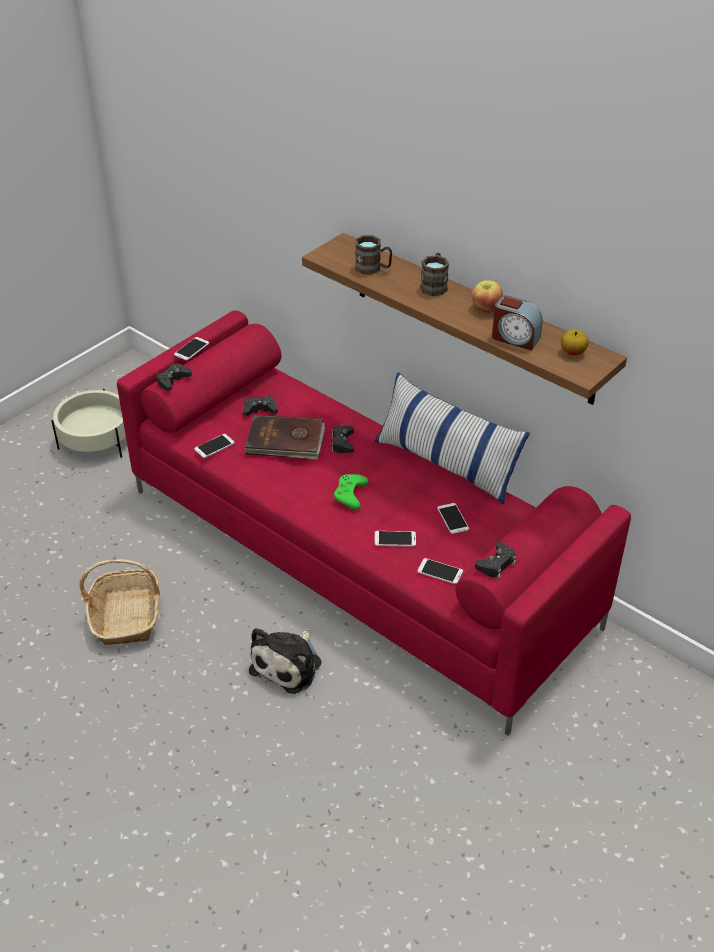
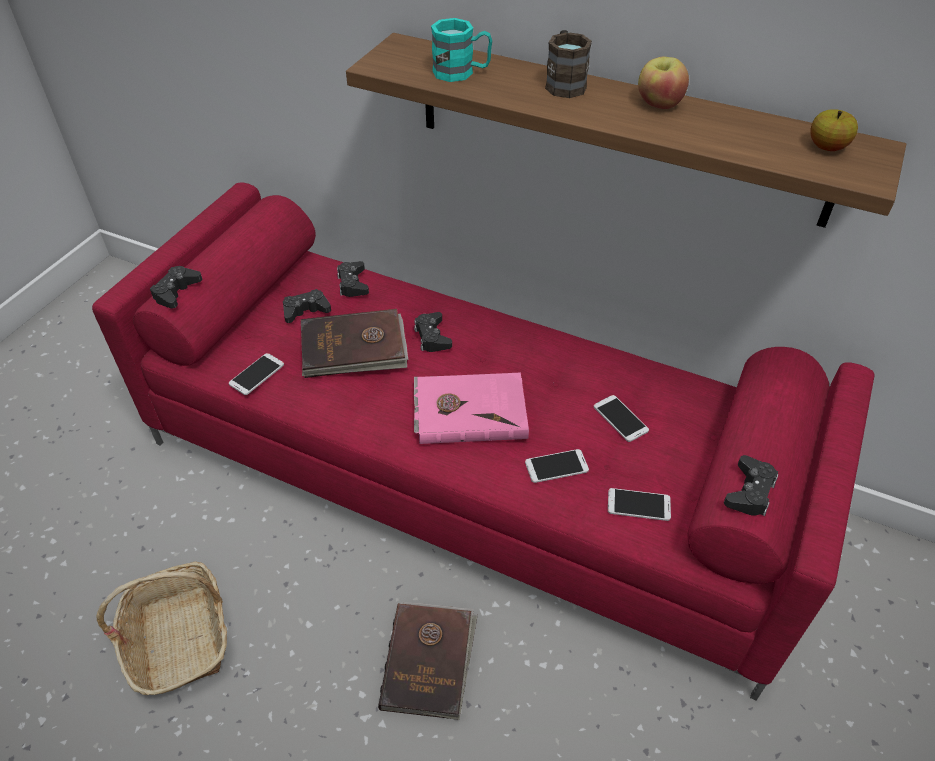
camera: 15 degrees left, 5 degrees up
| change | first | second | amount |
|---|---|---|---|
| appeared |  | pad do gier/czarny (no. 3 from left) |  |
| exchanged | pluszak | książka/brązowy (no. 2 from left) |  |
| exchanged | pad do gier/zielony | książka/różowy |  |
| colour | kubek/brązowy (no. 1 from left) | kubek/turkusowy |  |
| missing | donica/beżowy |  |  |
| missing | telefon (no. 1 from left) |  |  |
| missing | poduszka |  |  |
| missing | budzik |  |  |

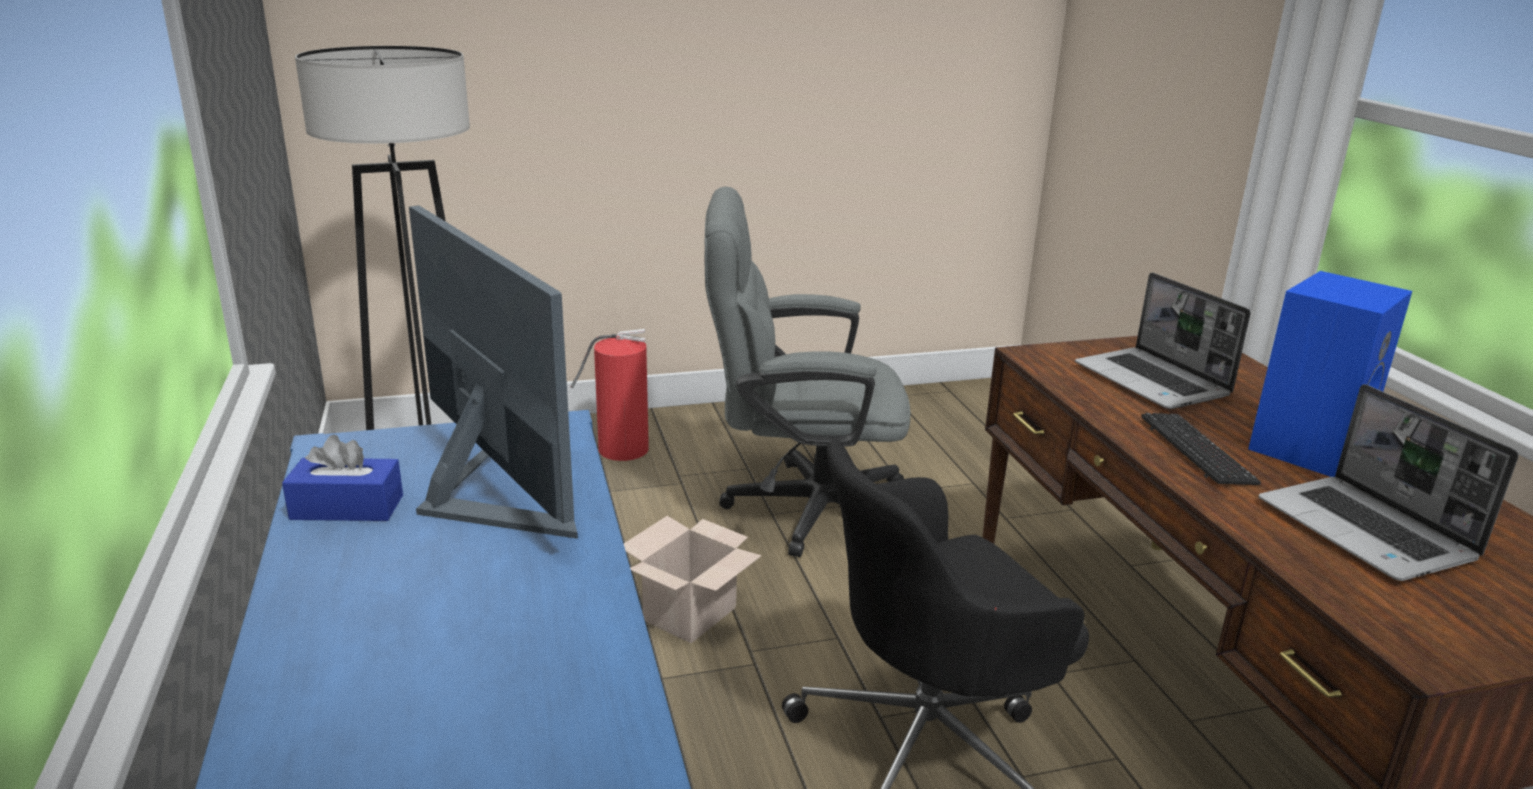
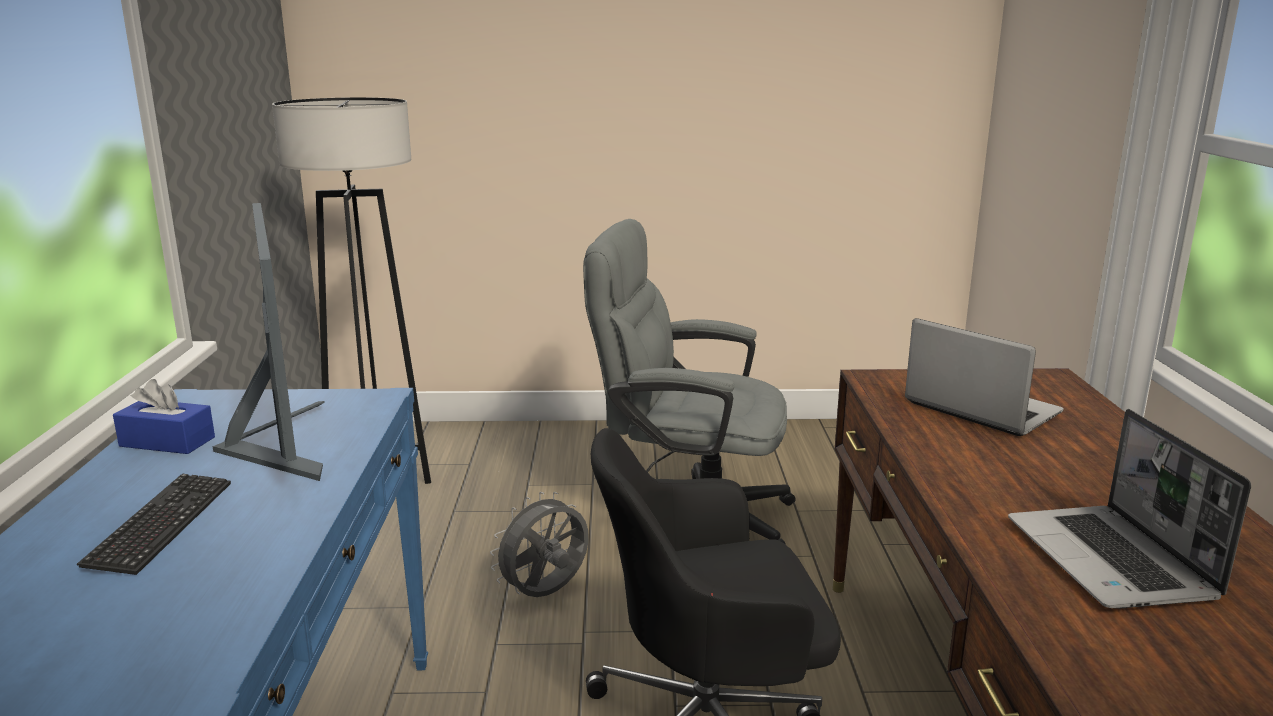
camera: 15 degrees right, 5 degrees down
| change | first | second | amount |
|---|---|---|---|
| relocated | klawiatura |  |  |
| exchanged | karton | wentylator/szary |  |
| spun | laptop (no. 1 from left) |  | 150 degrees clockwise |
| missing | gaśnica |  |  |
| missing | głośnik/niebieski |  |  |

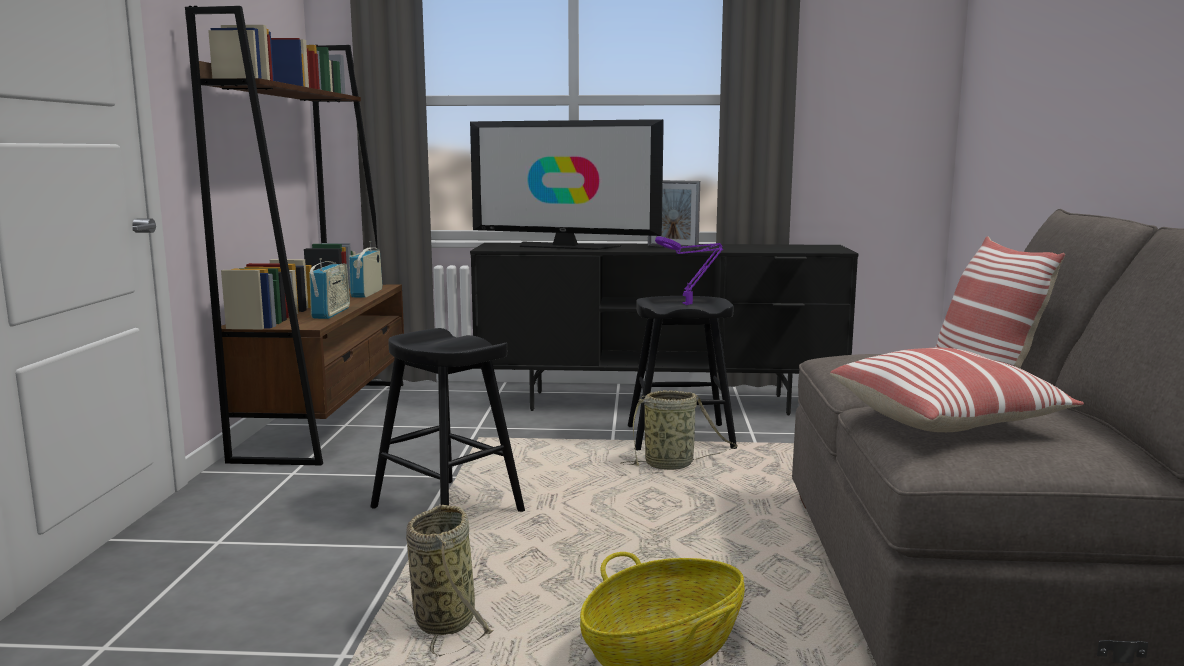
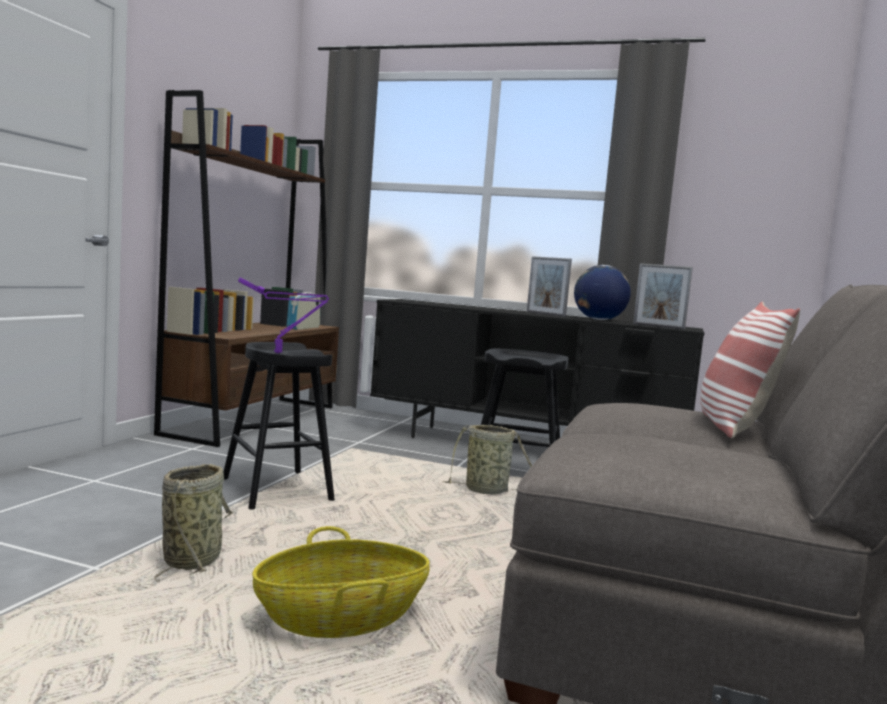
camera: 15 degrees right, 5 degrees down
| change | first | second | amount |
|---|---|---|---|
| relocated | lampa stołowa/fioletowy |  |  |
| appeared |  | globus |  |
| appeared |  | ramka na zdjęcie (no. 2 from left) |  |
| missing | radio (no. 1 from left) |  |  |
| missing | telewizor |  |  |
| missing | poduszka (no. 1 from left) |  |  |

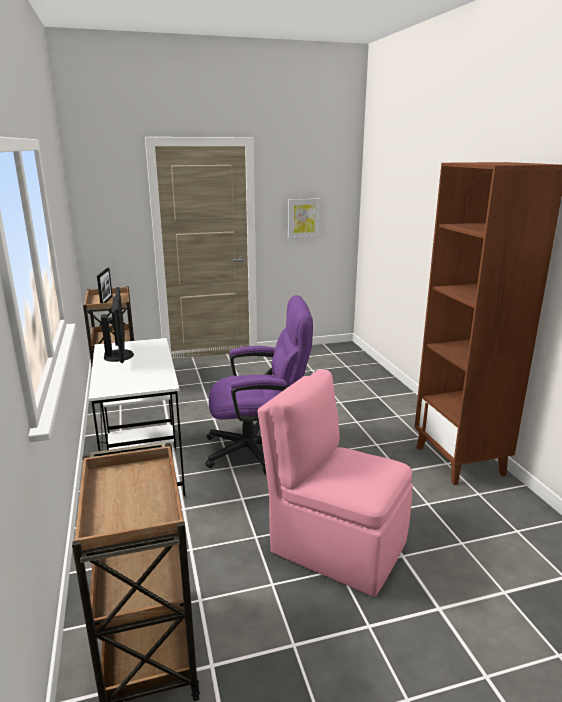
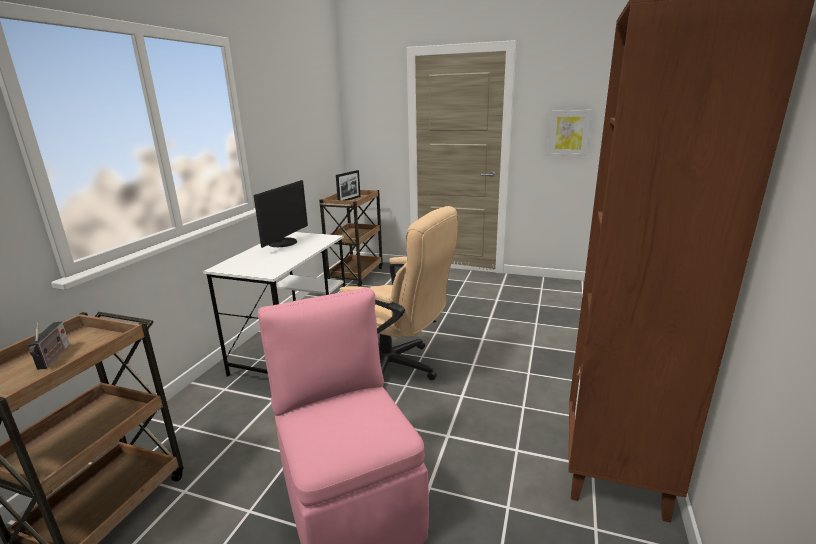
camera: 35 degrees right, 0 degrees up
| change | first | second | amount |
|---|---|---|---|
| appeared |  | radio |  |
| colour | krzesło biurowe/fioletowy | krzesło biurowe/beżowy |  |

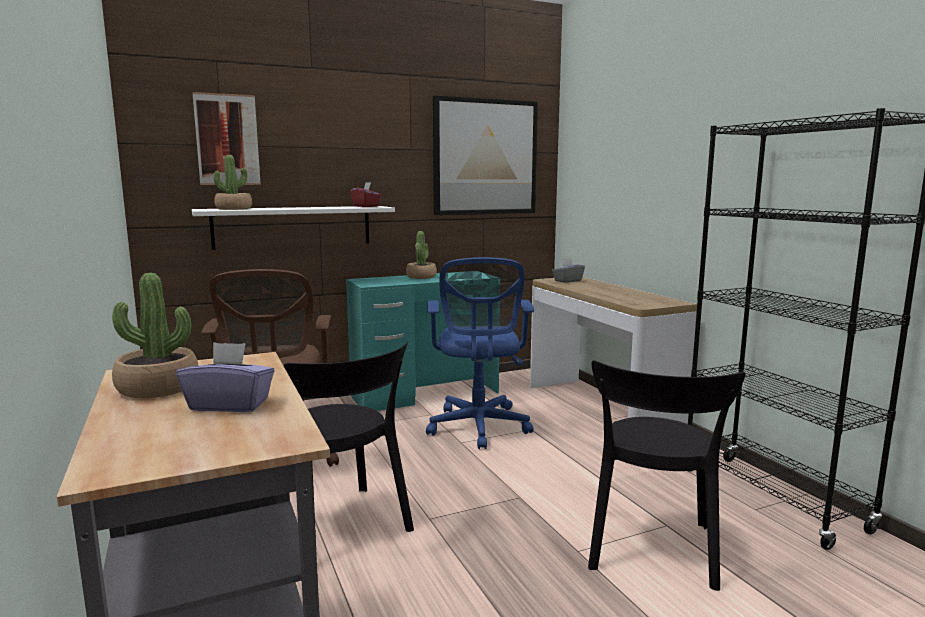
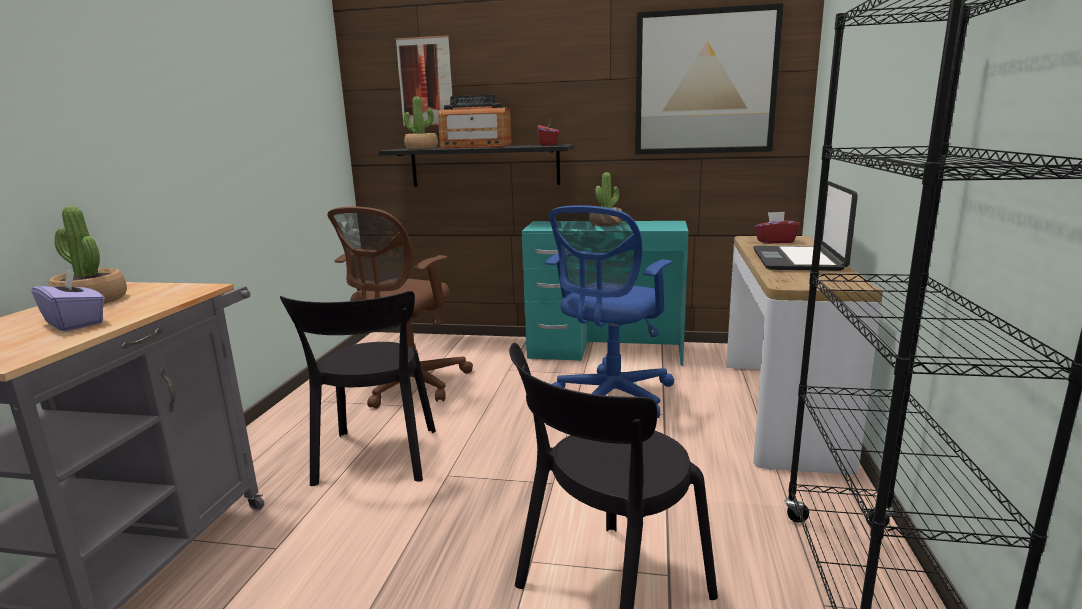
camera: 35 degrees right, 5 degrees up
| change | first | second | amount |
|---|---|---|---|
| colour | półka/biały | półka/czarny |  |
| appeared |  | radio |  |
| appeared |  | laptop |  |
| colour | pudełko chusteczek/szary | pudełko chusteczek/czerwony (no. 2 from left) |  |

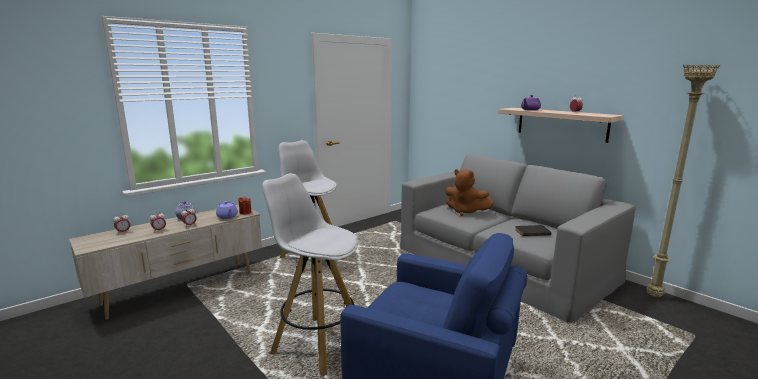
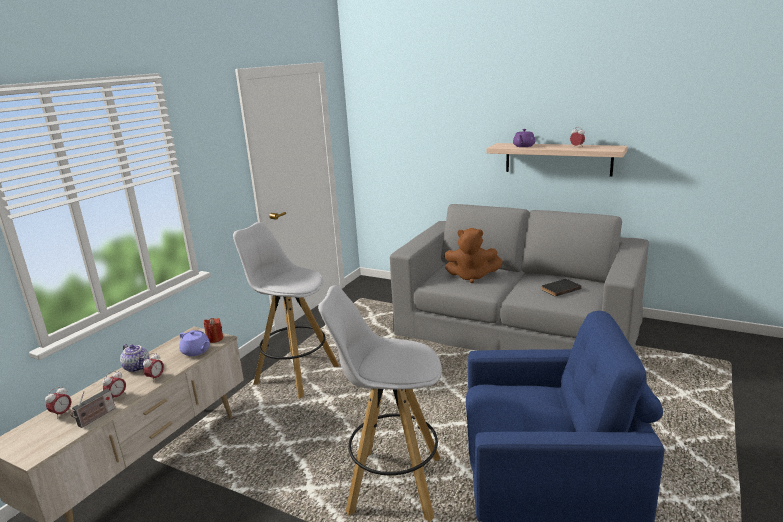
camera: 20 degrees left, 5 degrees up
| change | first | second | amount |
|---|---|---|---|
| appeared |  | radio |  |
| missing | lampa stojąca/beżowy |  |  |

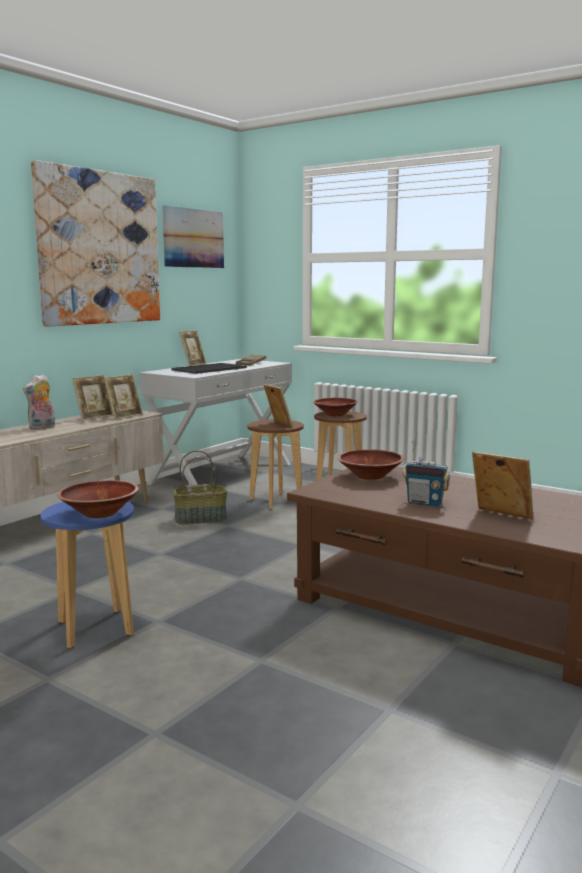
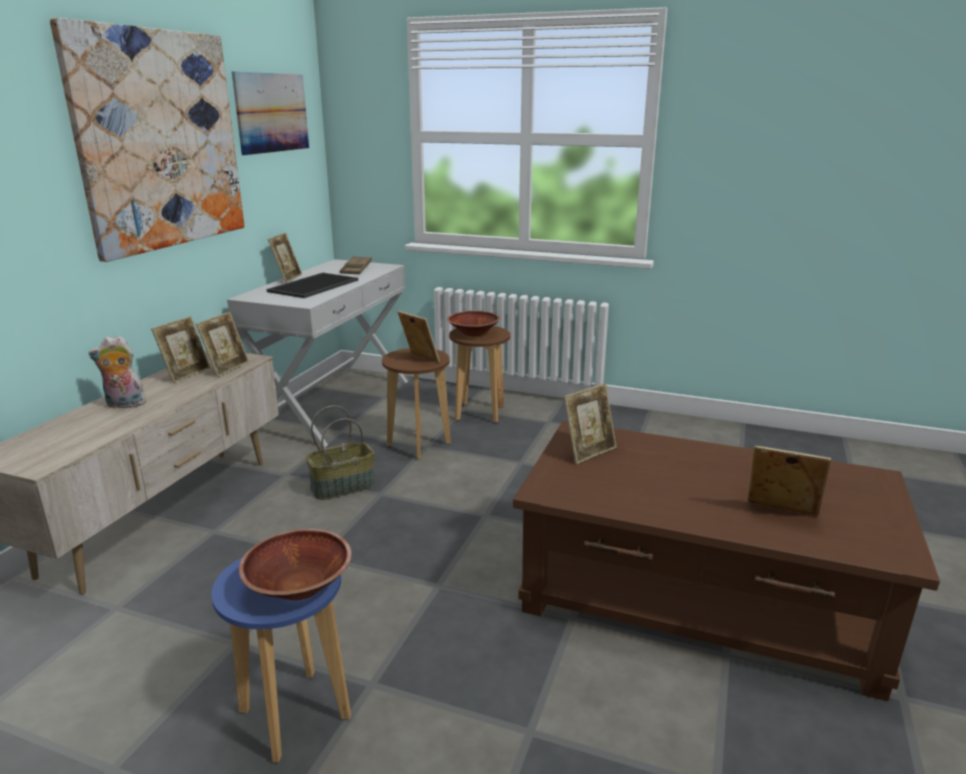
camera: 15 degrees left, 10 degrees up
| change | first | second | amount |
|---|---|---|---|
| spun | pluszak |  | 60 degrees clockwise |
| exchanged | miska/brązowy (no. 3 from left) | ramka na zdjęcie (no. 5 from left) |  |
| missing | radio |  |  |

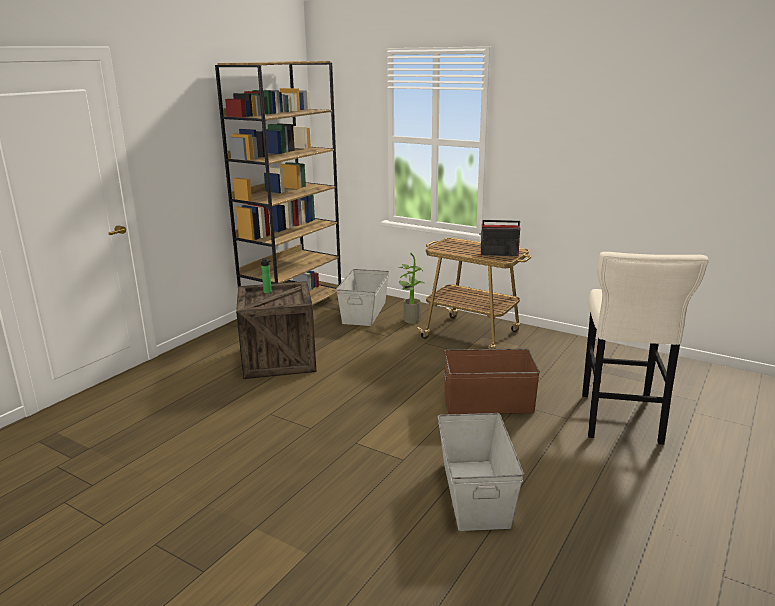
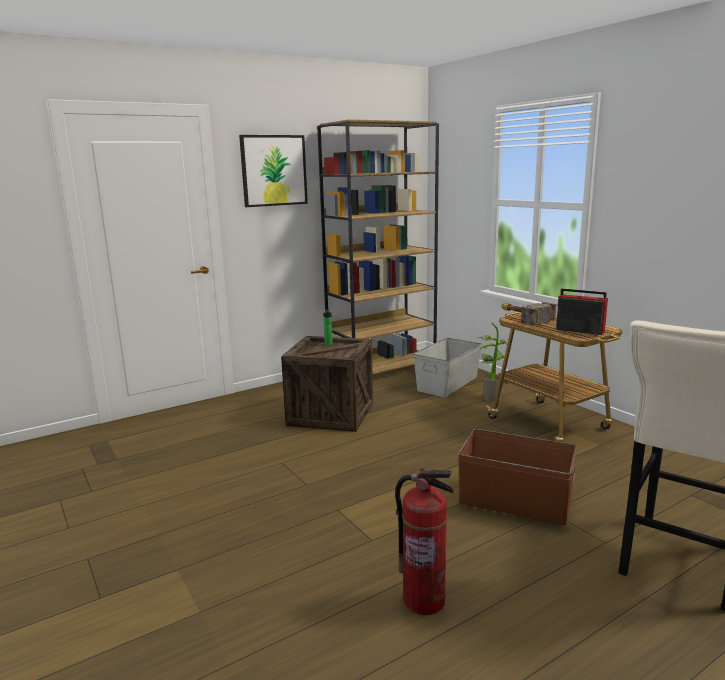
camera: 25 degrees right, 5 degrees down
| change | first | second | amount |
|---|---|---|---|
| appeared |  | obraz |  |
| exchanged | pojemnik do przechowywania/szary (no. 2 from left) | gaśnica |  |
| appeared |  | młotek |  |

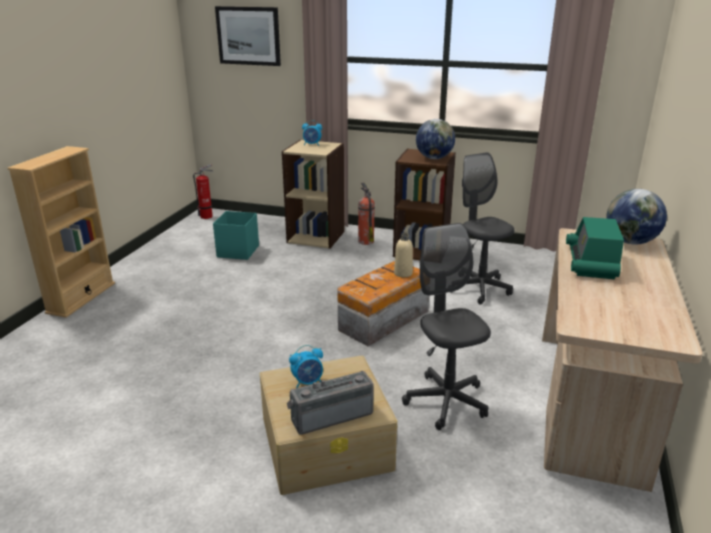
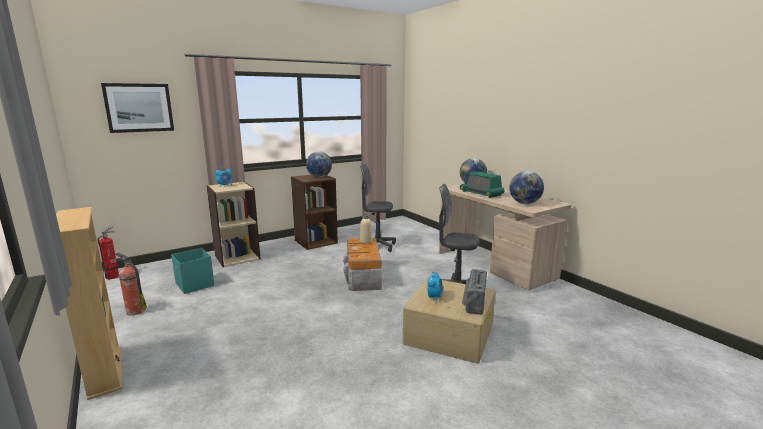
camera: 50 degrees left, 10 degrees down
| change | first | second | amount |
|---|---|---|---|
| relocated | gaśnica (no. 2 from left) |  |  |
| appeared |  | globus (no. 3 from left) |  |

